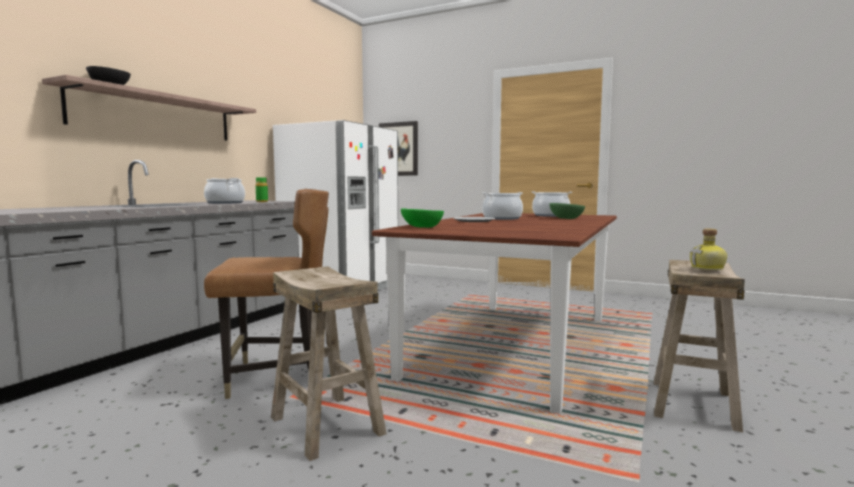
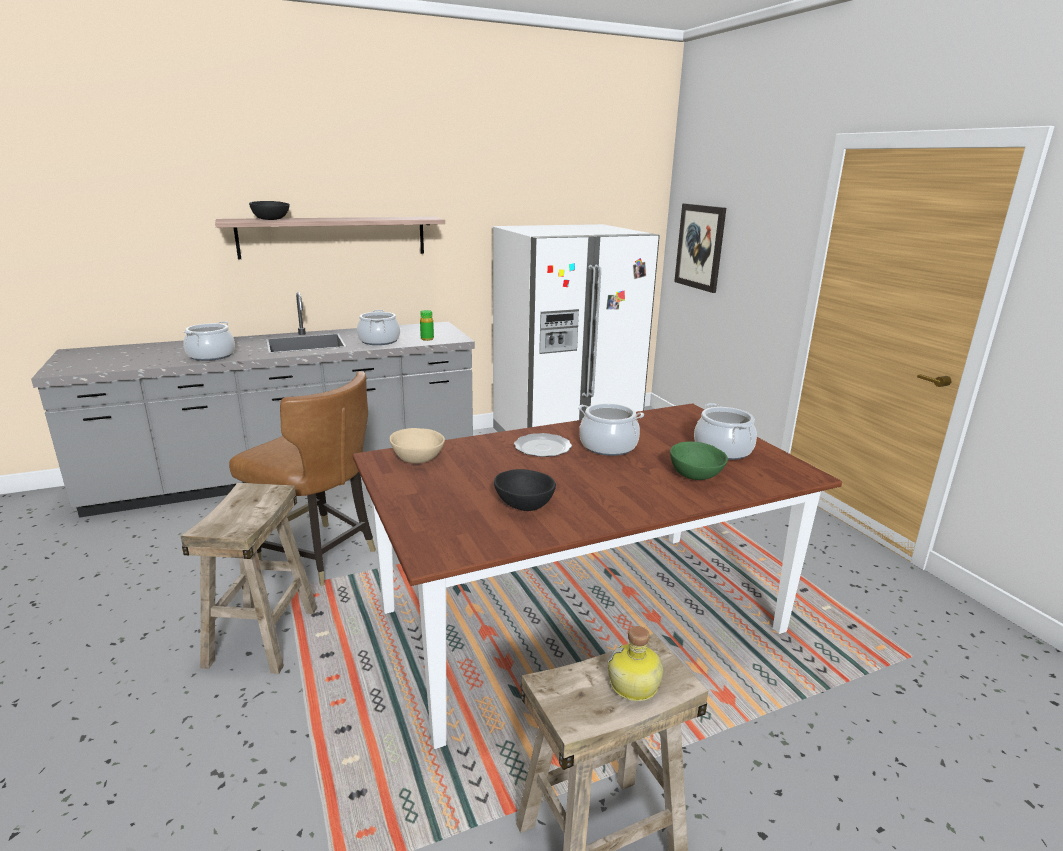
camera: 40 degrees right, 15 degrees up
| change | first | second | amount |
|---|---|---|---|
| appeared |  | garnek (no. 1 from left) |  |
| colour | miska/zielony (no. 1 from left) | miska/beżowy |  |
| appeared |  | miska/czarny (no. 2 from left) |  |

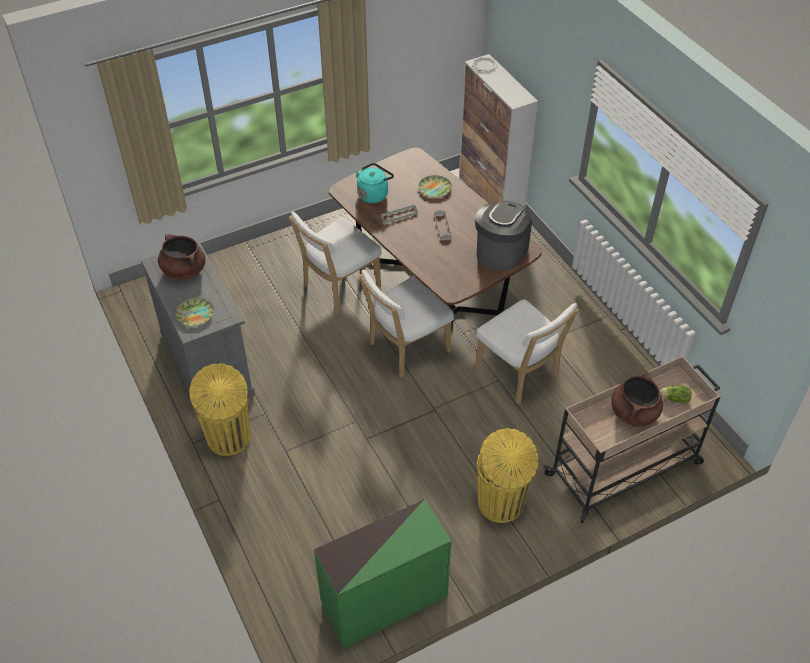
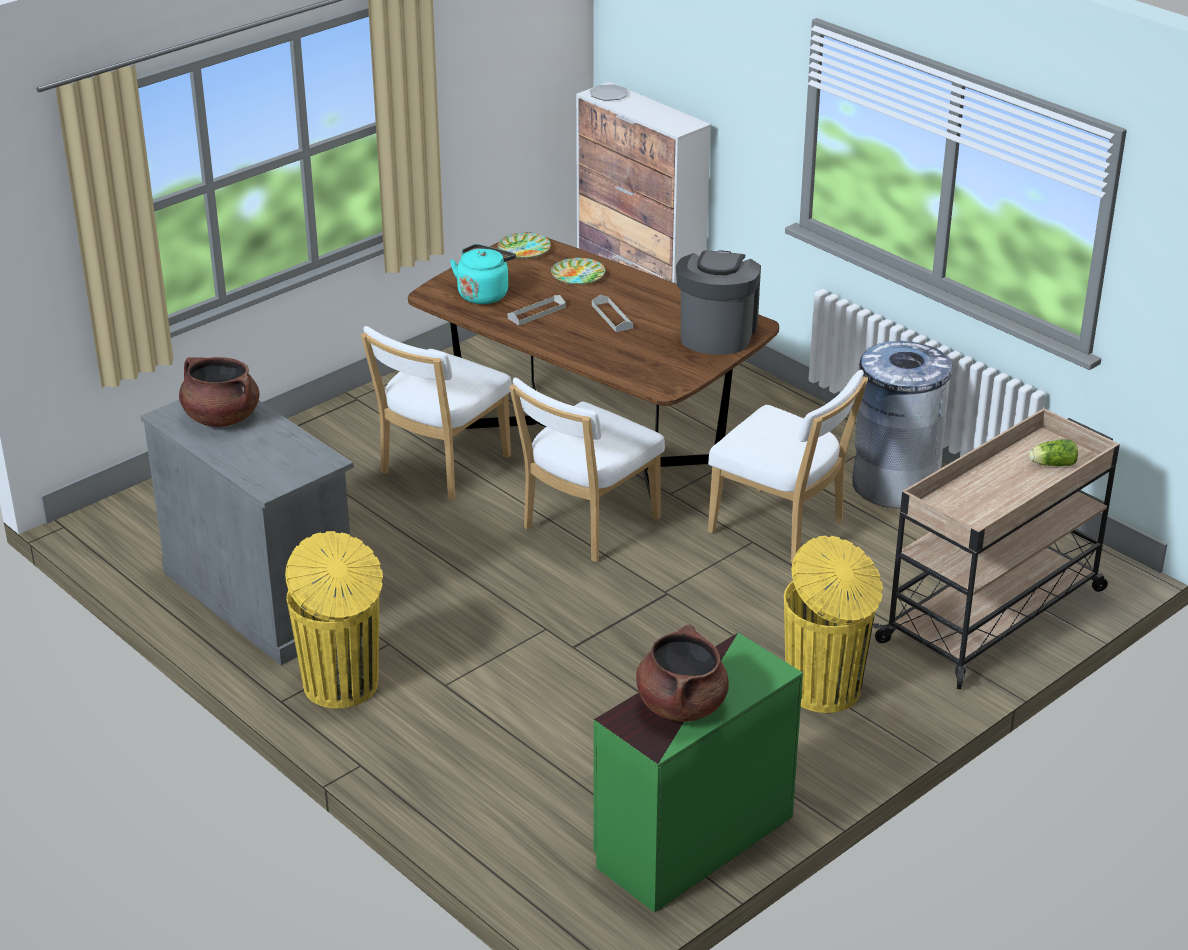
camera: 15 degrees left, 15 degrees down
| change | first | second | amount |
|---|---|---|---|
| relocated | talerz (no. 1 from left) |  |  |
| relocated | garnek/brązowy (no. 2 from left) |  |  |
| appeared |  | kosz na śmieci/szary |  |

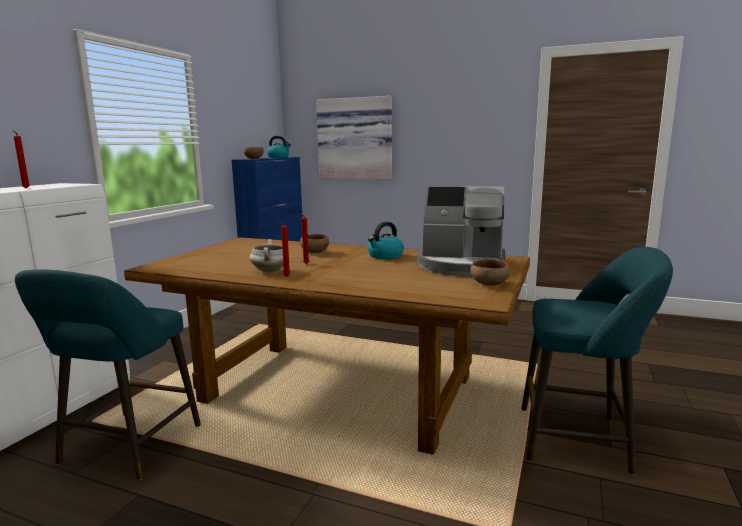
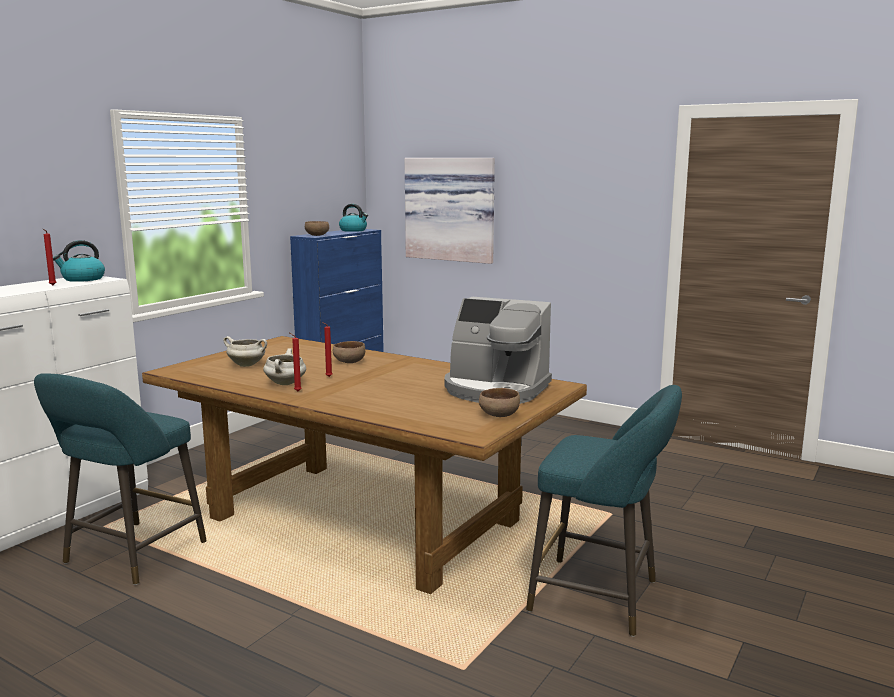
camera: 10 degrees right, 0 degrees up
| change | first | second | amount |
|---|---|---|---|
| relocated | czajnik (no. 2 from left in the first image) | czajnik (no. 1 from left) |  |
| appeared |  | garnek/biały (no. 1 from left) |  |

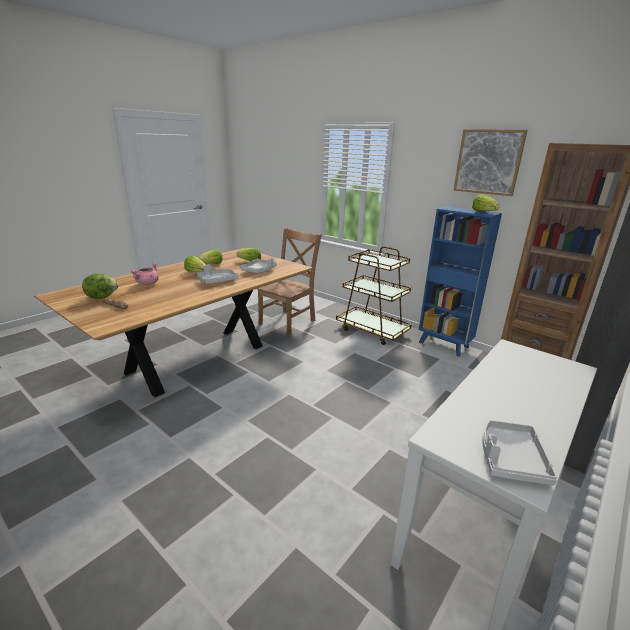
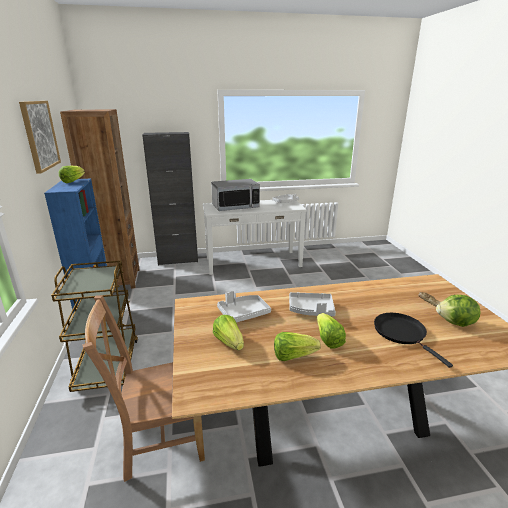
camera: 140 degrees left, 0 degrees up
| change | first | second | amount |
|---|---|---|---|
| appeared |  | mikrofalówka |  |
| exchanged | garnek/różowy | patelnia/czarny |  |

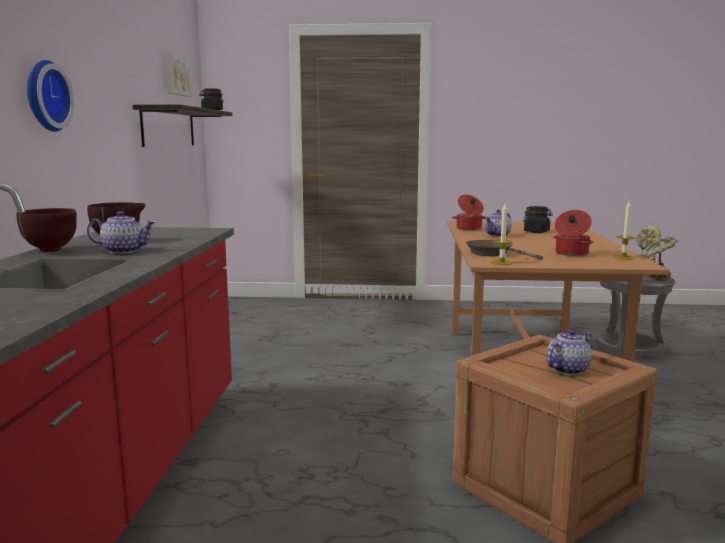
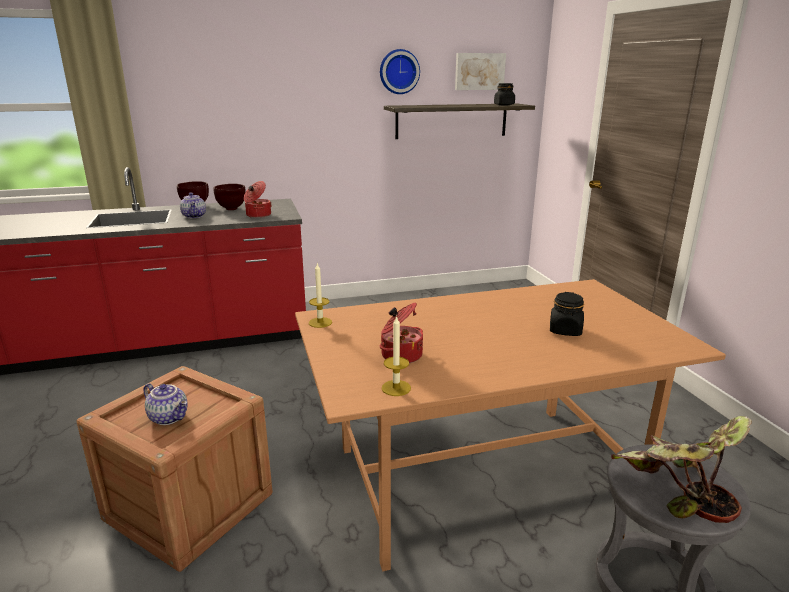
camera: 70 degrees right, 10 degrees up
| change | first | second | amount |
|---|---|---|---|
| relocated | garnek (no. 1 from left) |  |  |
| relocated | zegar ścienny |  |  |
| missing | patelnia/brązowy |  |  |
| missing | imbryk (no. 2 from left) |  |  |

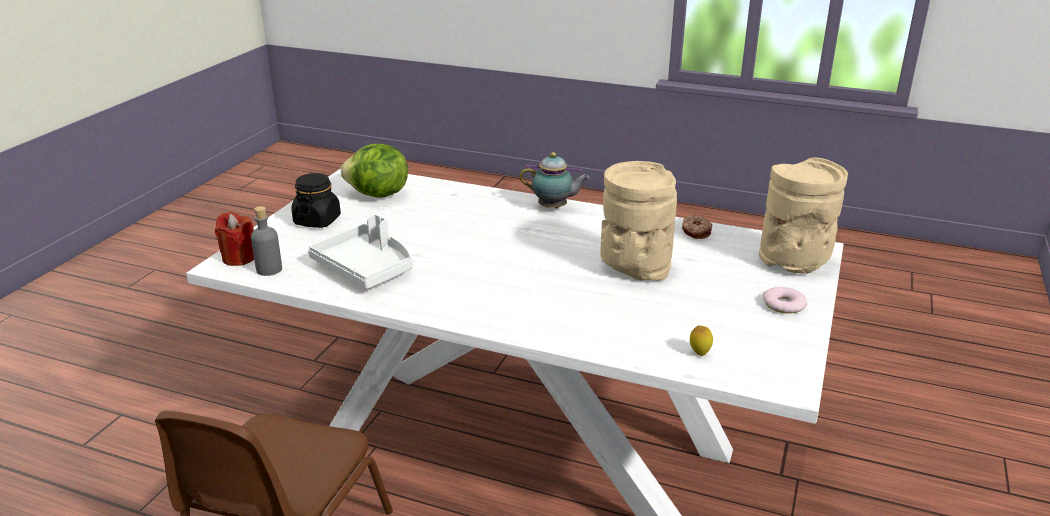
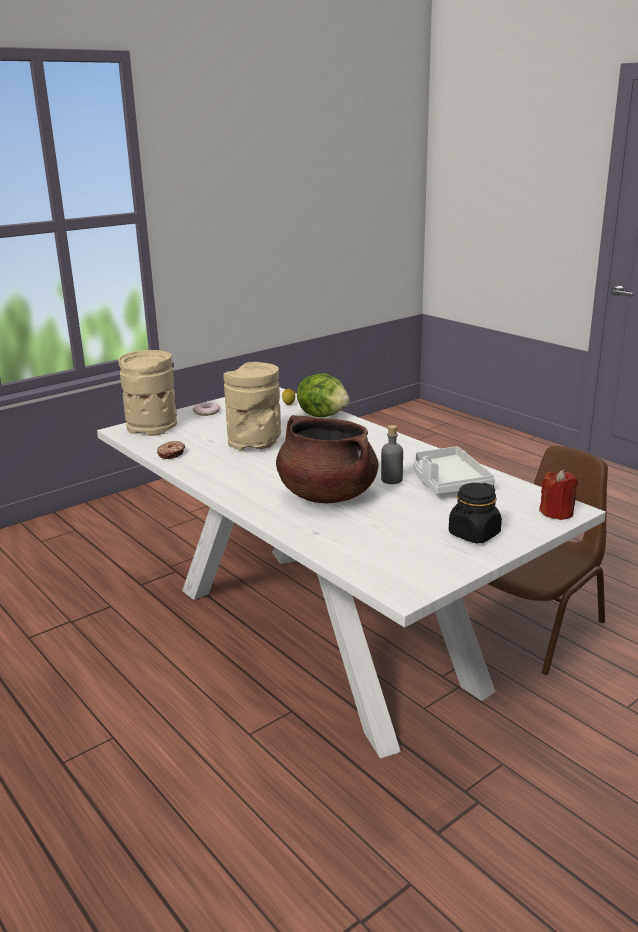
camera: 150 degrees left, 5 degrees down
| change | first | second | amount |
|---|---|---|---|
| appeared |  | garnek/brązowy |  |
| relocated | sałata |  |  |
| relocated | butelka/szary |  |  |
| missing | imbryk |  |  |

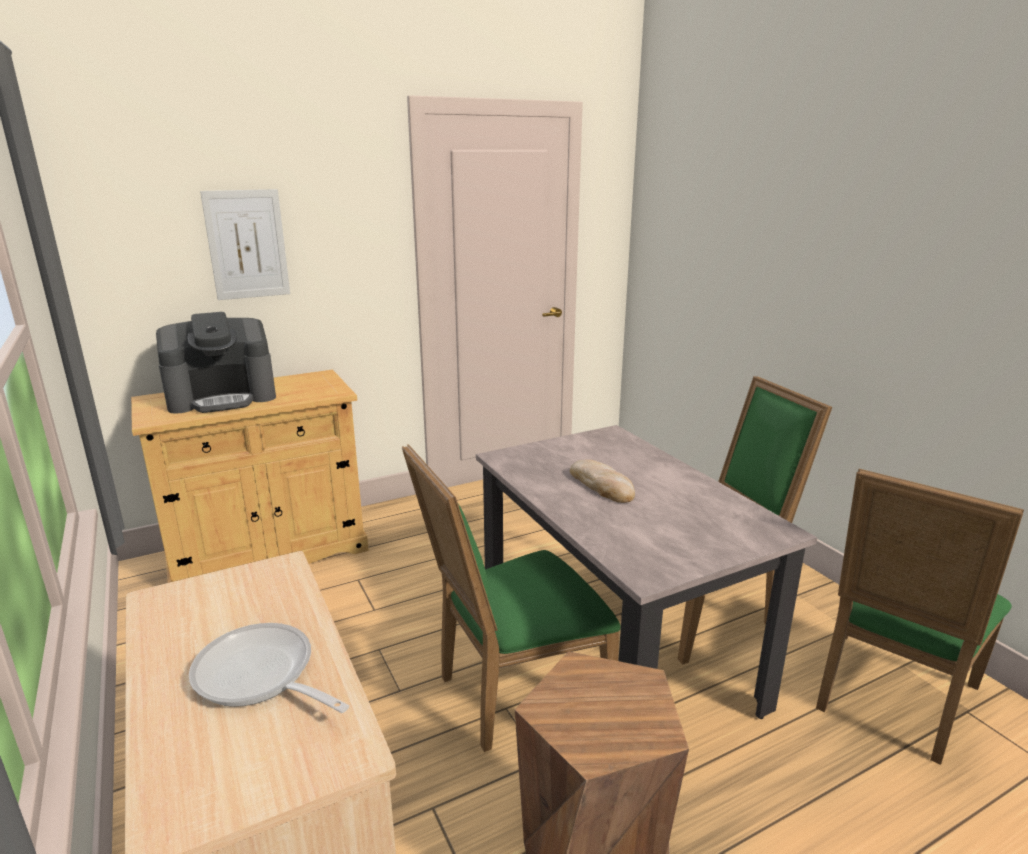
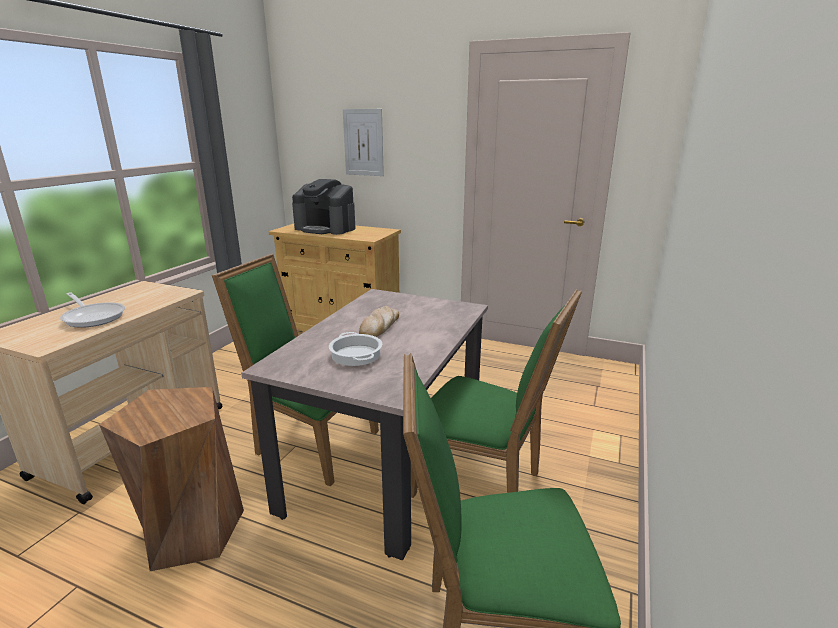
camera: 50 degrees right, 0 degrees up
| change | first | second | amount |
|---|---|---|---|
| spun | patelnia |  | 135 degrees clockwise |
| appeared |  | garnek |  |

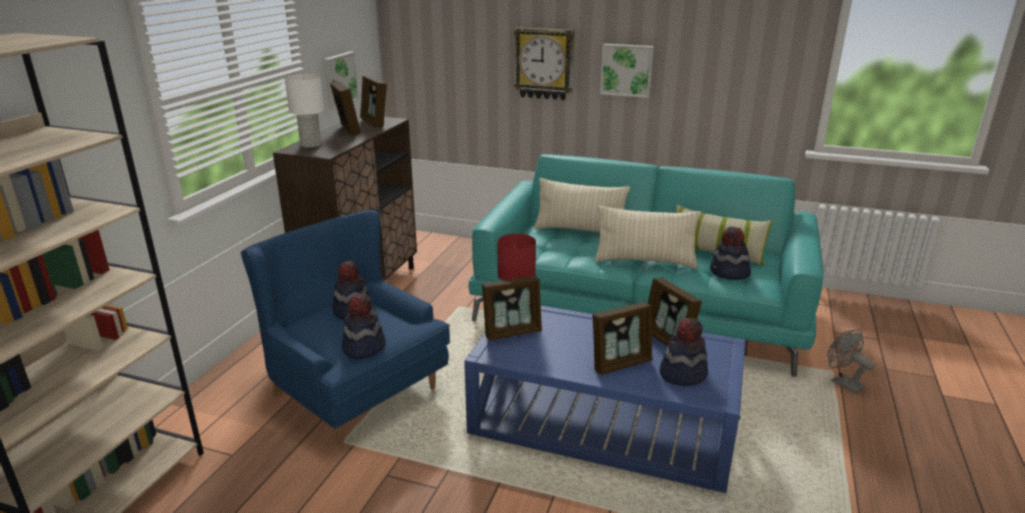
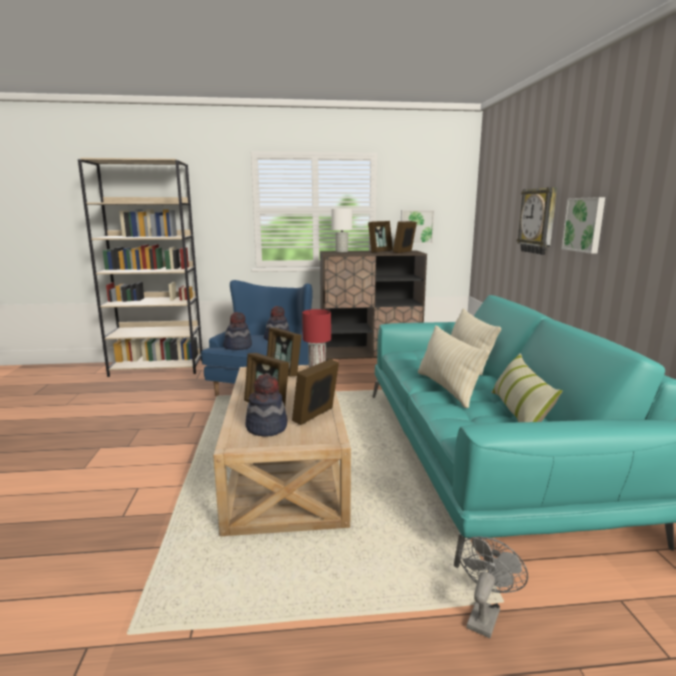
camera: 65 degrees right, 10 degrees down
| change | first | second | amount |
|---|---|---|---|
| colour | ława/niebieski | ława/beżowy |  |
| missing | kapelusz (no. 4 from left) |  |  |

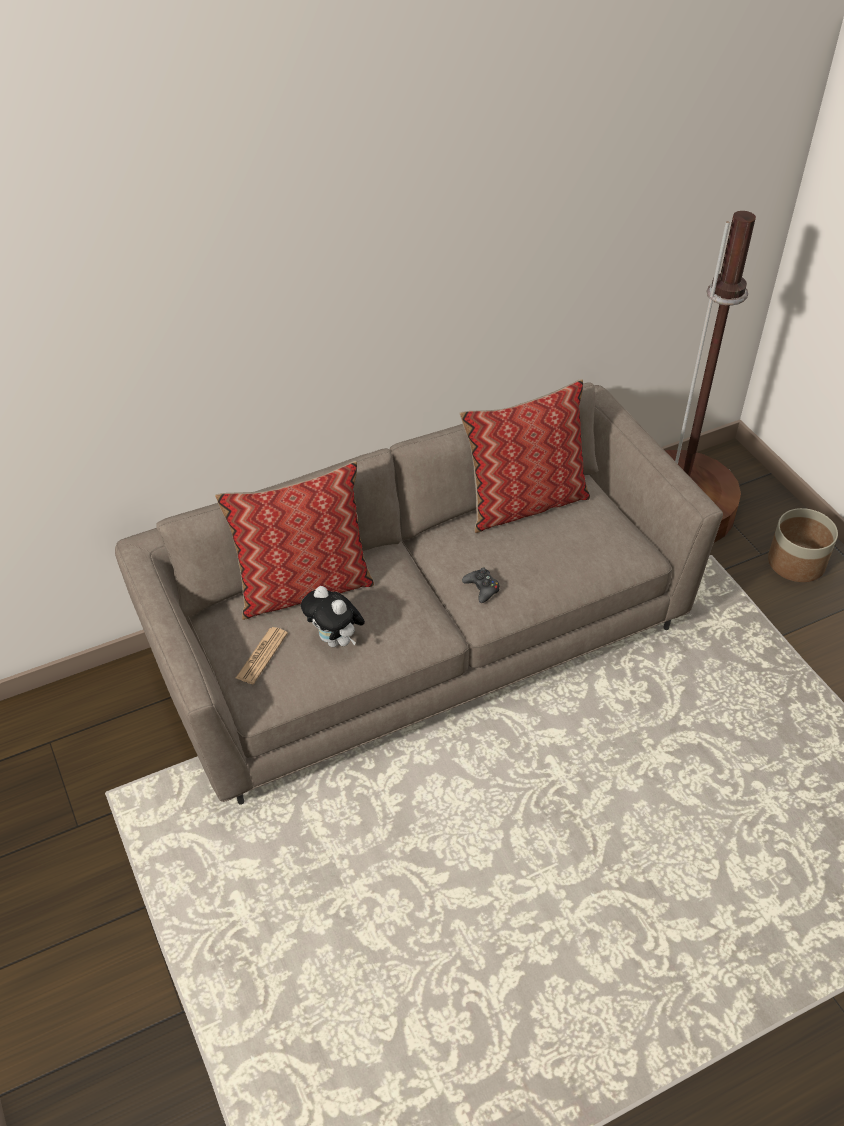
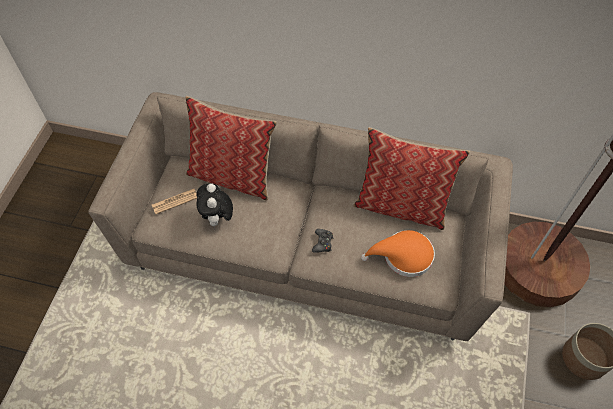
camera: 40 degrees right, 10 degrees up
| change | first | second | amount |
|---|---|---|---|
| appeared |  | kapelusz/pomarańczowy |  |

